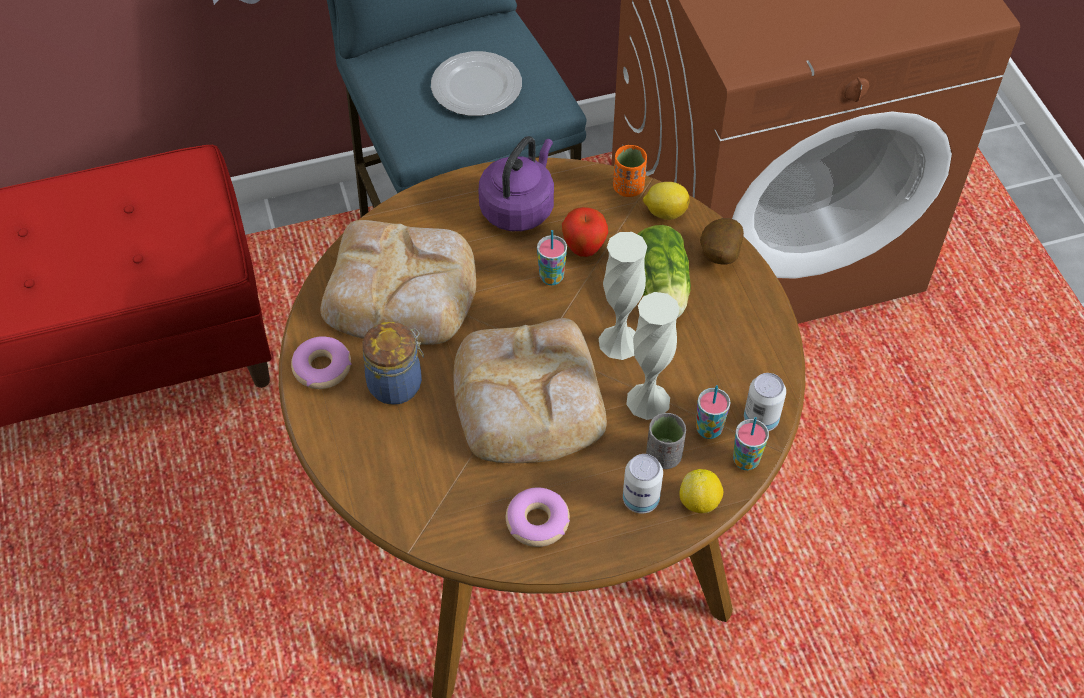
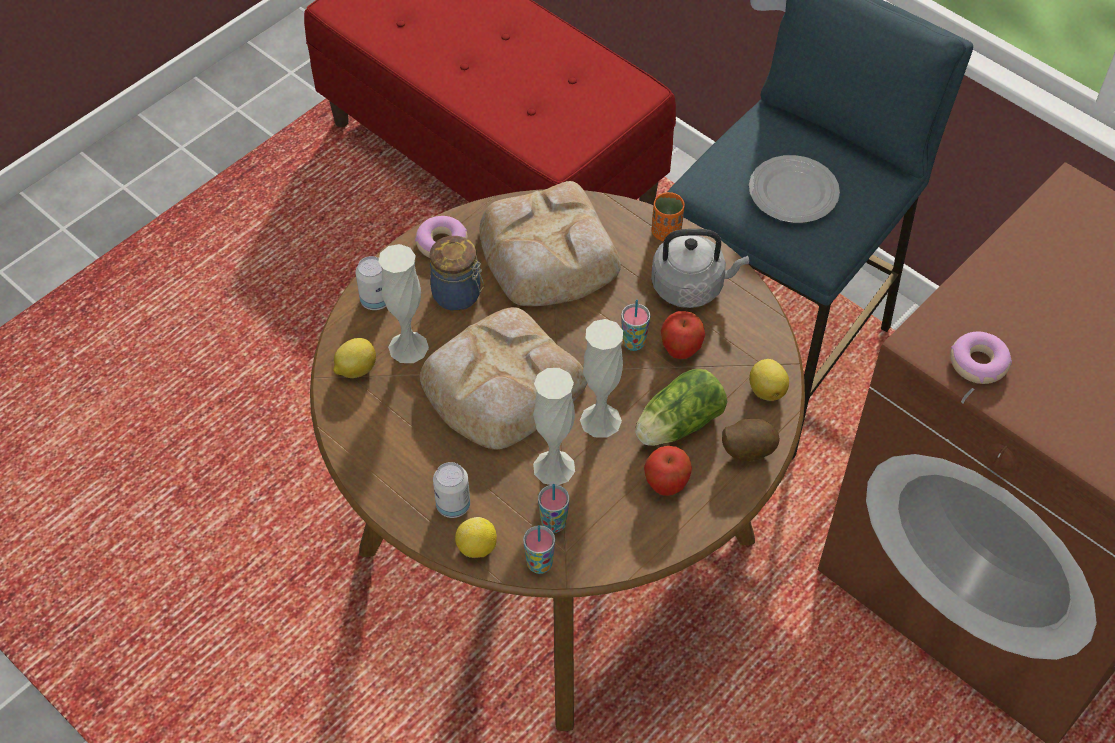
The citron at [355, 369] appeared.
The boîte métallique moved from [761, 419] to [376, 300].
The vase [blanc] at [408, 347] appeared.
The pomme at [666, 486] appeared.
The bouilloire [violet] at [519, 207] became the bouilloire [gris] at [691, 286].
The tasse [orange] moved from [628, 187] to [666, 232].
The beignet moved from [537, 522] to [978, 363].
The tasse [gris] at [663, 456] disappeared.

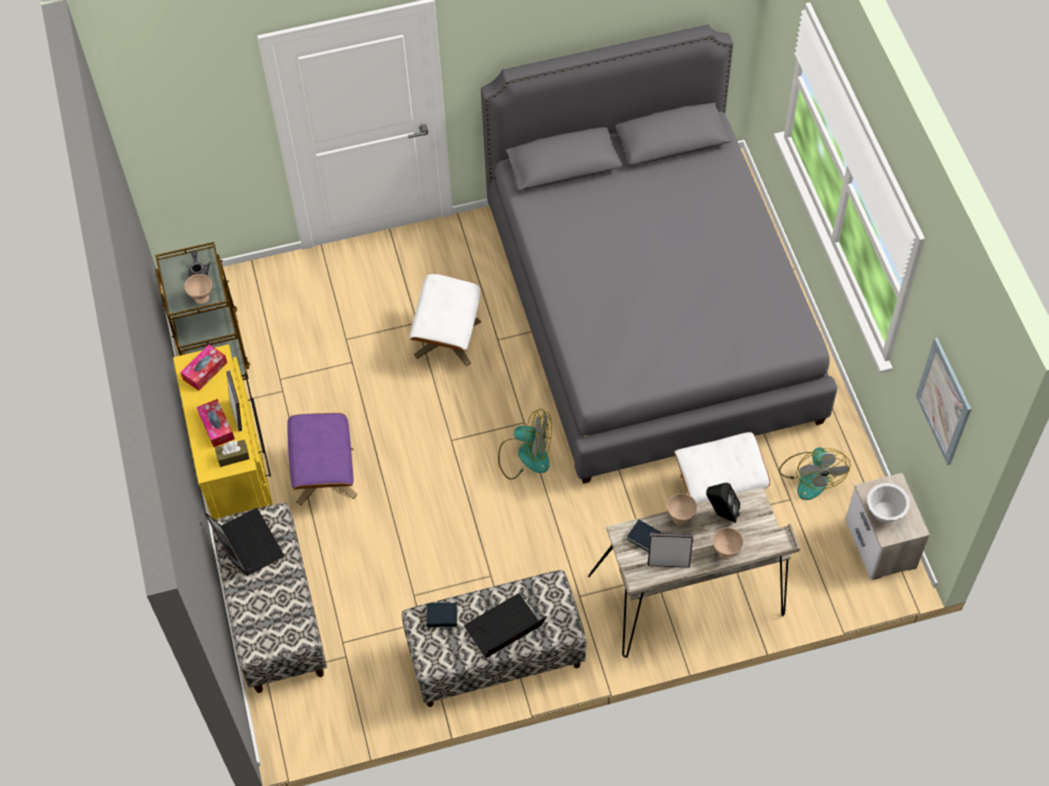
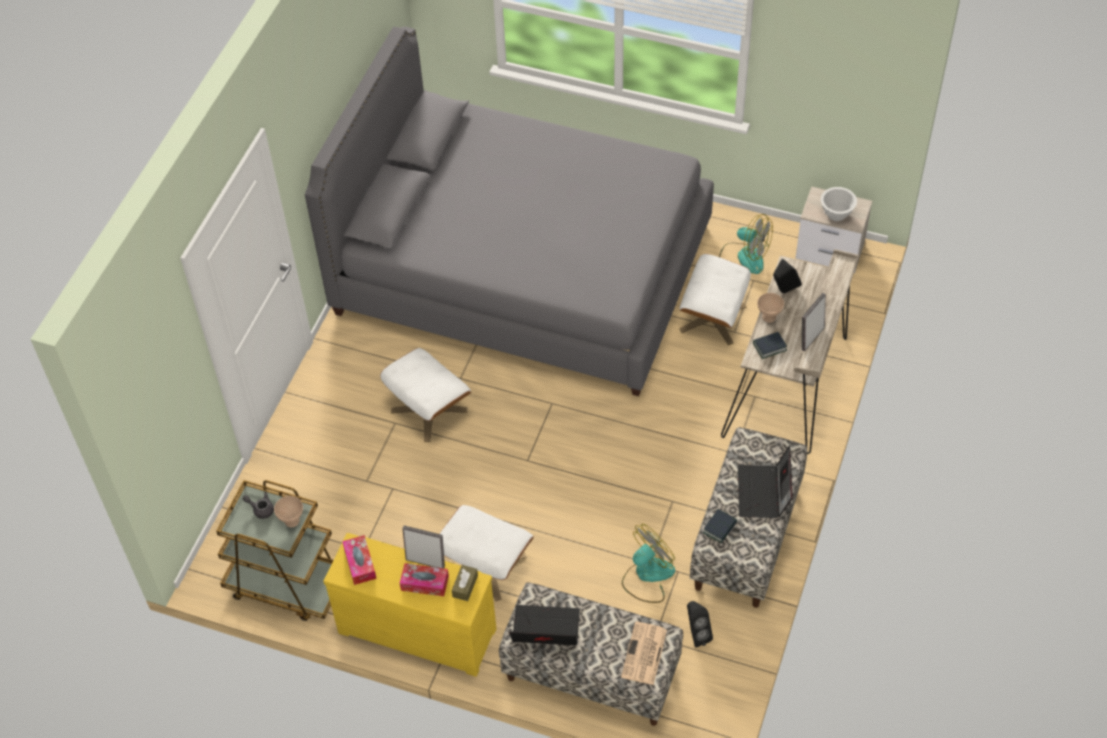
The pouf [violet] at [324, 475] became the pouf [blanc] at [486, 566].
The journal at [644, 654] appeared.
The ventilateur moved from [525, 455] to [647, 575].
The enceinte [noir] at [696, 634] appeared.
The bol [beige] at [725, 553] disappeared.
The tableau at [944, 401] disappeared.

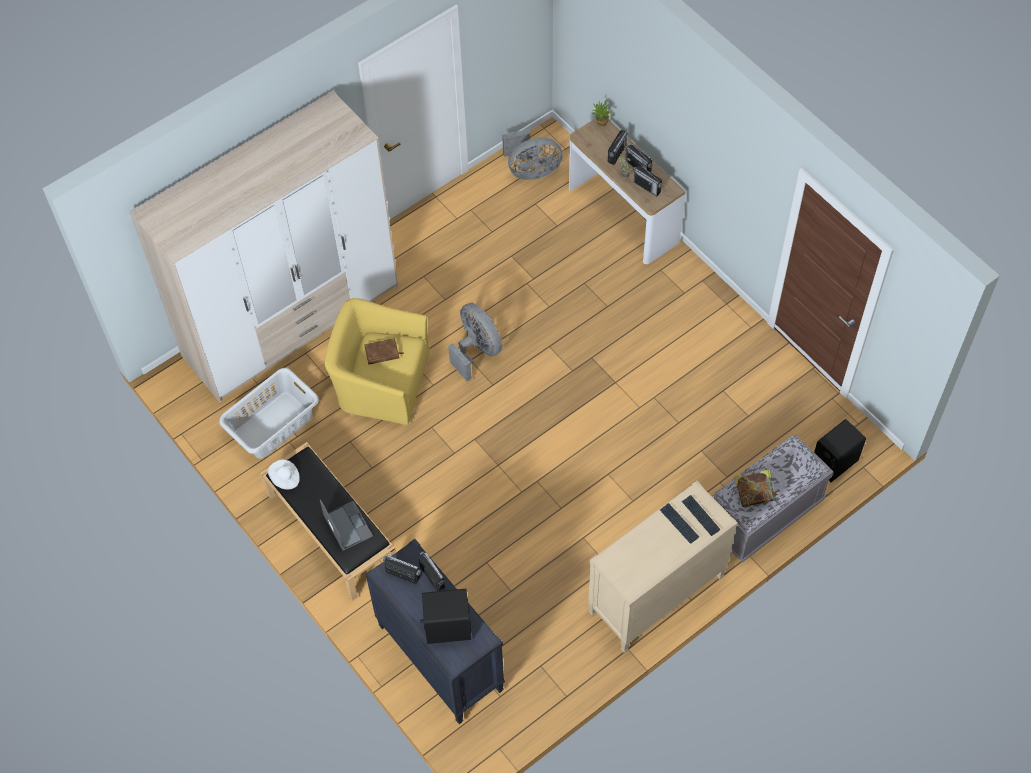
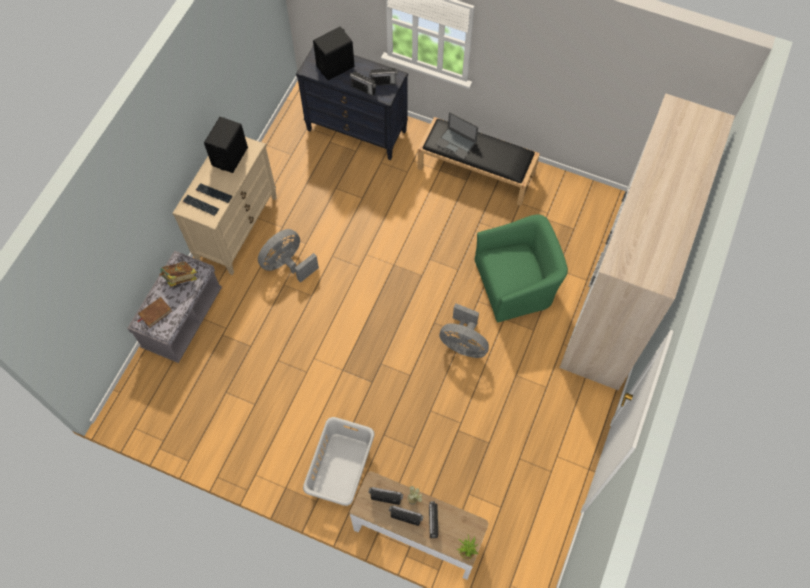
The livre [marron] moved from [382, 353] to [155, 313].
The enceinte [noir] moved from [834, 462] to [230, 156].
The ventilateur [gris] moved from [531, 170] to [287, 264].
The panier à linge [gris] moved from [274, 425] to [340, 468].
The fauteuil [jaune] at [381, 383] became the fauteuil [vert] at [515, 284].
The chapeau [blanc] at [285, 478] disappeared.

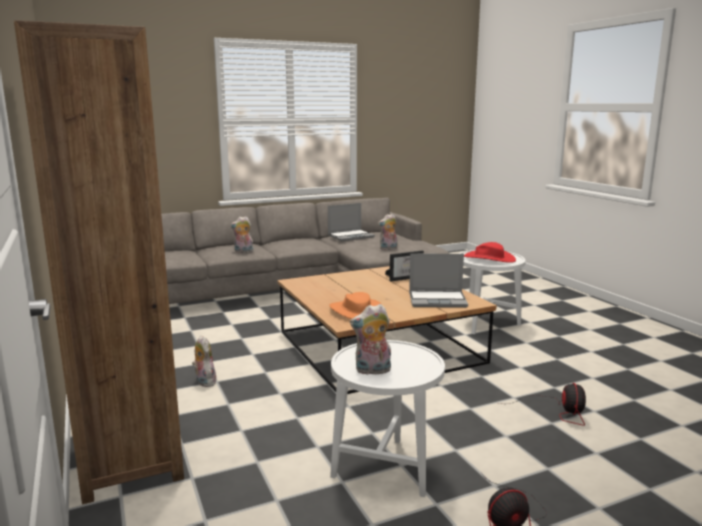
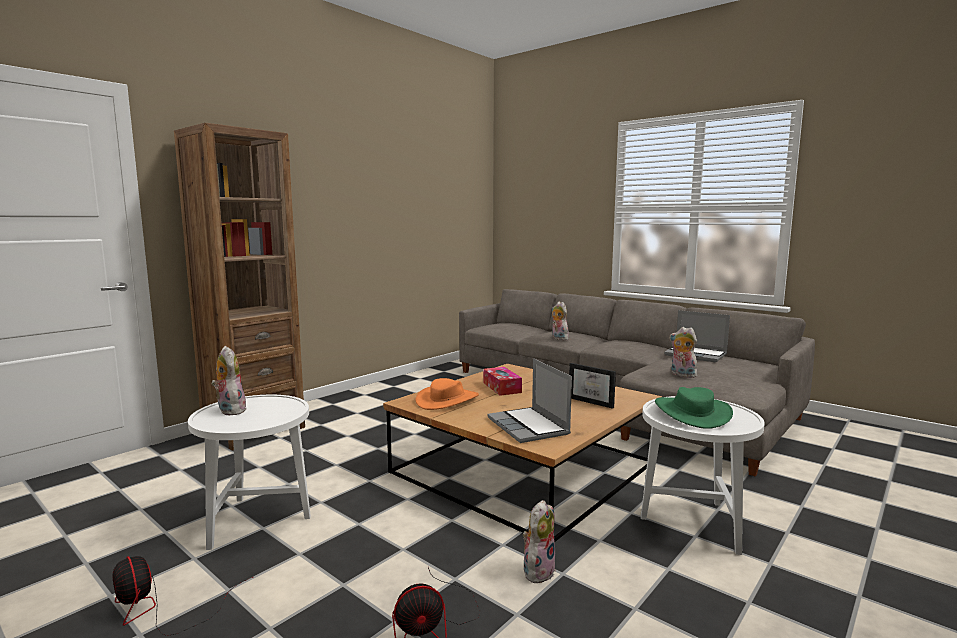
The boîte à mouchoirs at [502, 387] appeared.
The peluche moved from [204, 382] to [538, 570].
The chapeau [rouge] at [489, 258] became the chapeau [vert] at [692, 413].

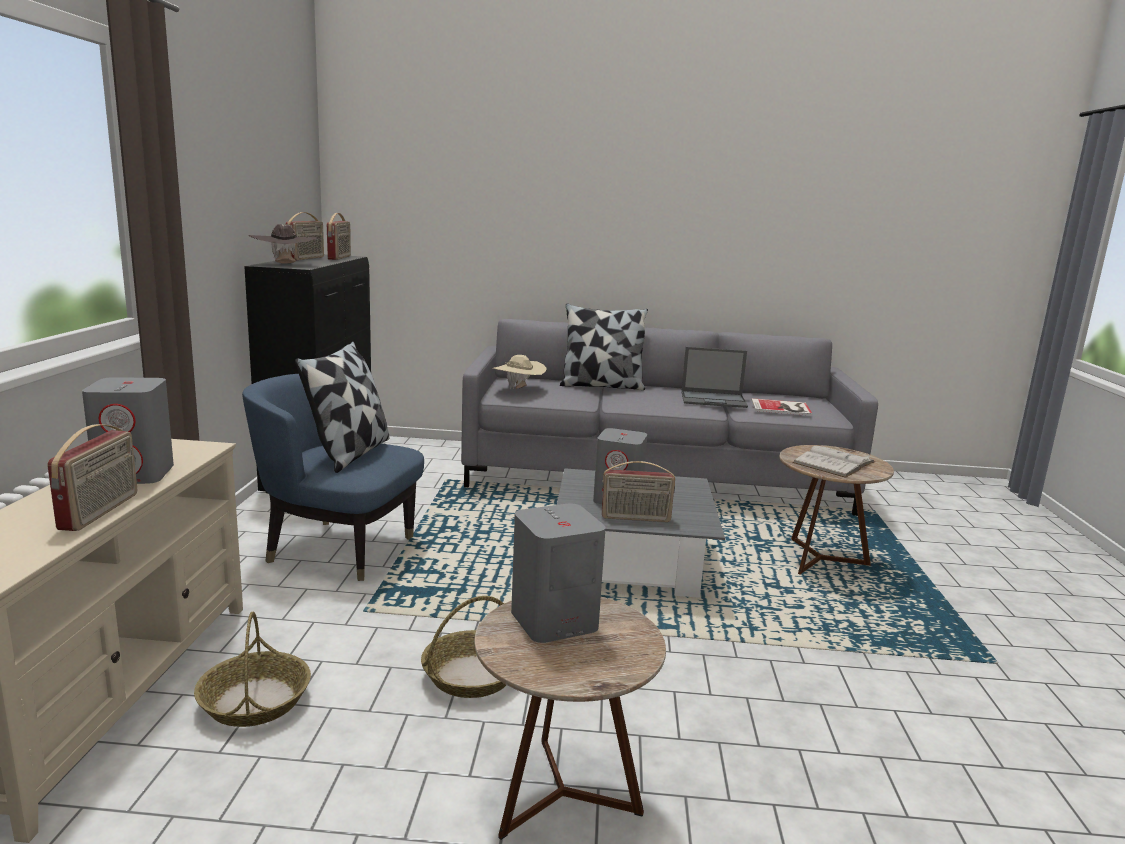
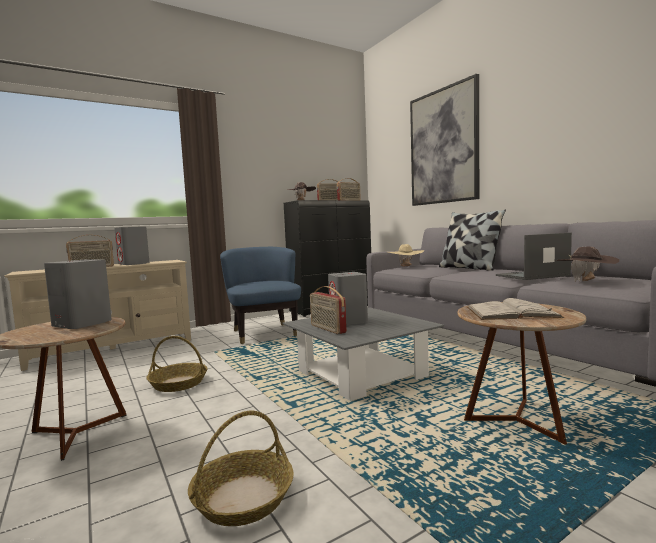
The panier moved from [254, 700] to [243, 497].
The tableau at [443, 146] appeared.
The ordinateur portable at [714, 400] turned 105 degrees clockwise.
The livre at [782, 408] was replaced by the chapeau [marron] at [586, 282].
The coussin at [350, 453] disappeared.

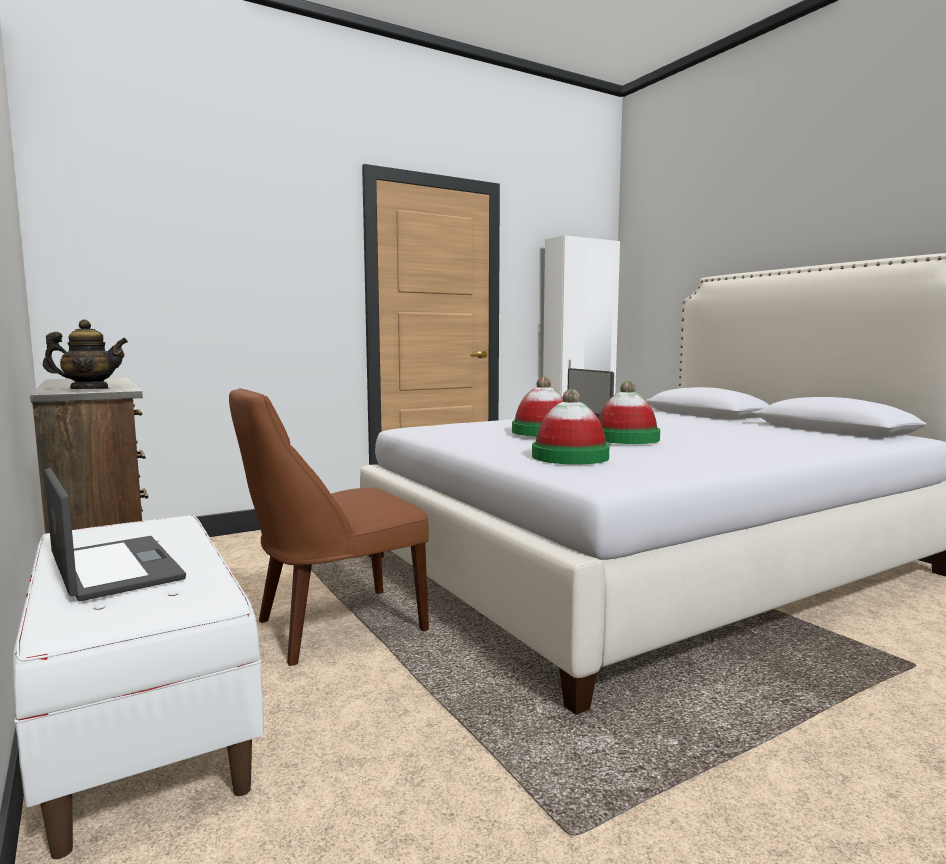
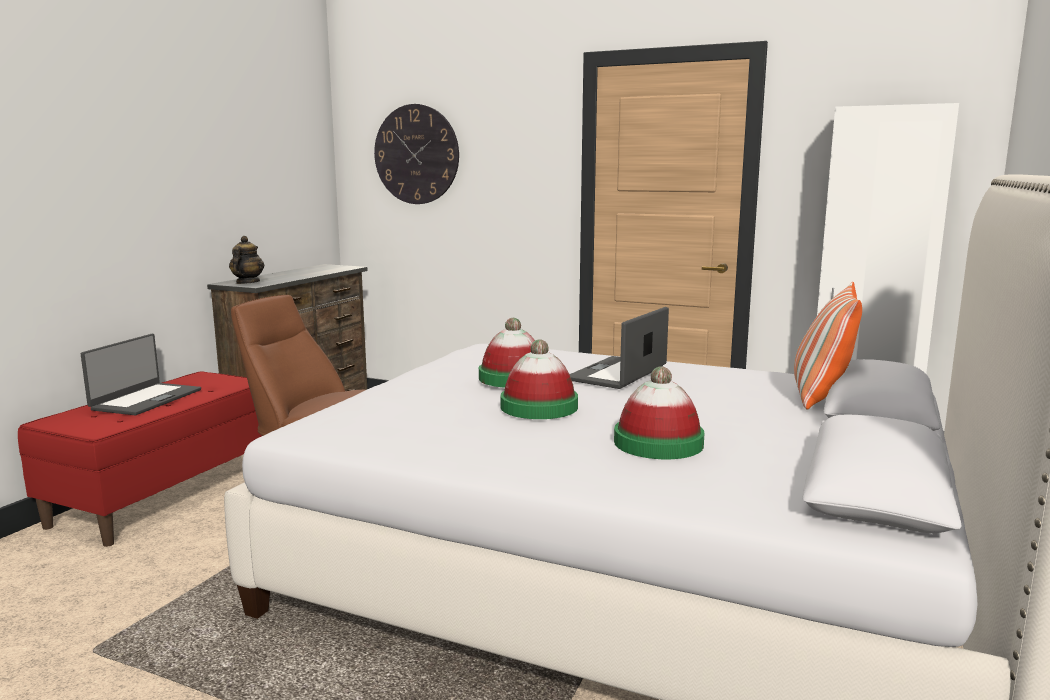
The banc [blanc] at [141, 720] became the banc [rouge] at [165, 495].
The théière at [89, 389] turned 120 degrees counterclockwise.
The horloge murale at [416, 154] appeared.
The chapeau moved from [570, 457] to [658, 443].
The coussin at [820, 396] appeared.

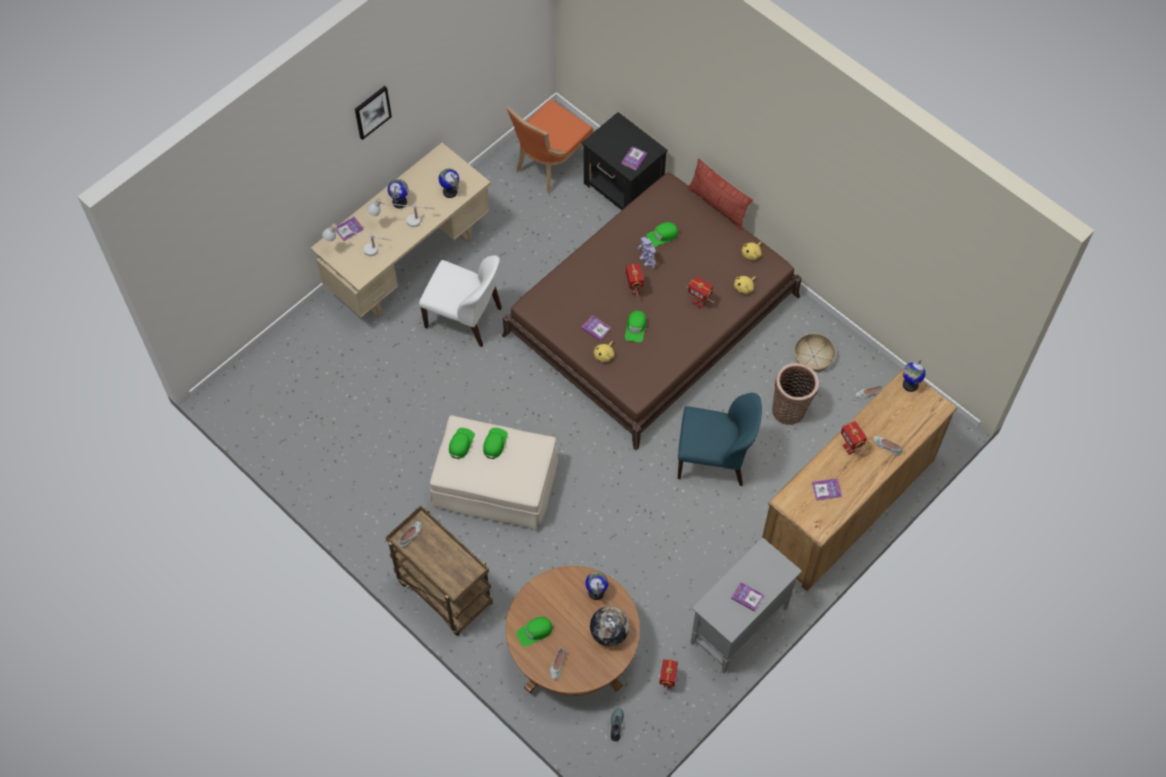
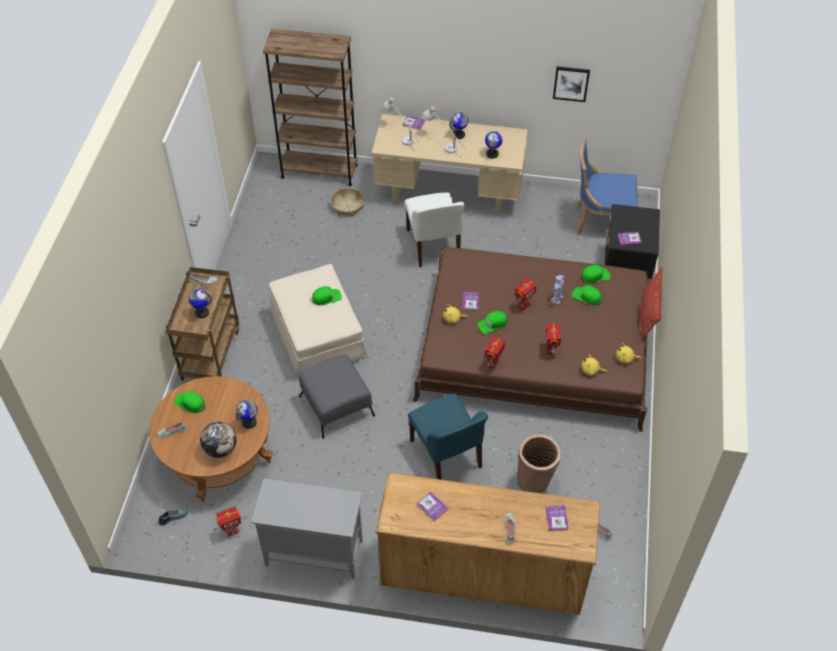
The globe moved from [910, 385] to [202, 312].
The bibliothèque [marron] at [319, 171] appeared.
The pouf [gris] at [336, 405] appeared.
The panier moved from [813, 356] to [347, 206].
The robot jouet moved from [849, 448] to [493, 363].
The livre moved from [747, 597] to [557, 518].
The tableau moved from [372, 112] to [571, 83].
The chaise [orange] at [550, 164] became the chaise [bleu] at [601, 221].
The casquette [vert] moved from [461, 443] to [595, 276].

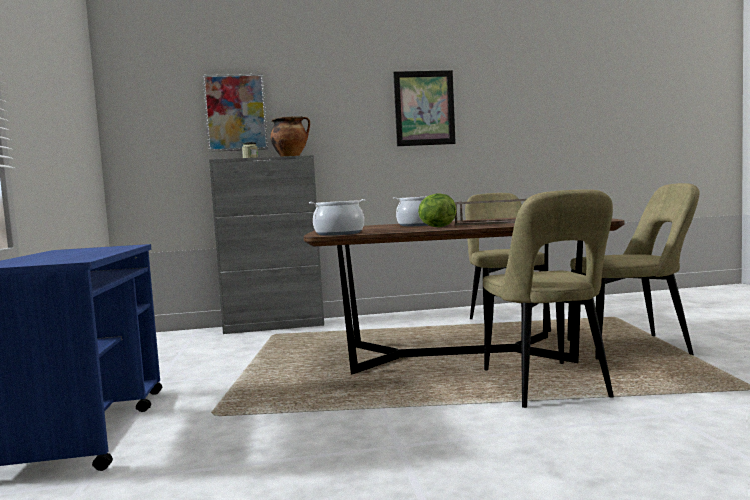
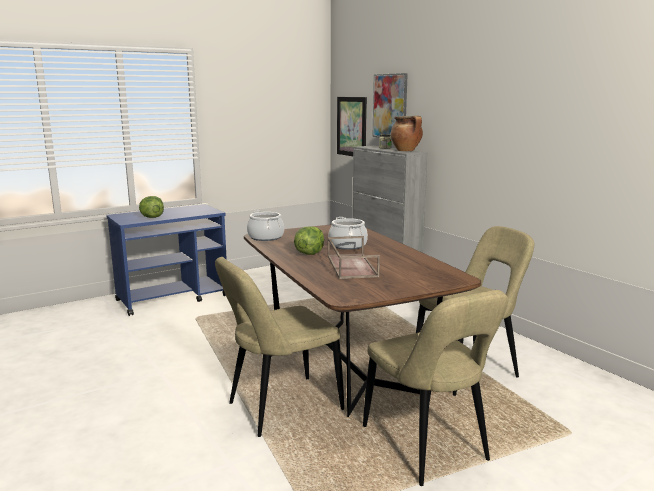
The laitue at [151, 217] appeared.
The tableau moved from [424, 108] to [351, 126].

